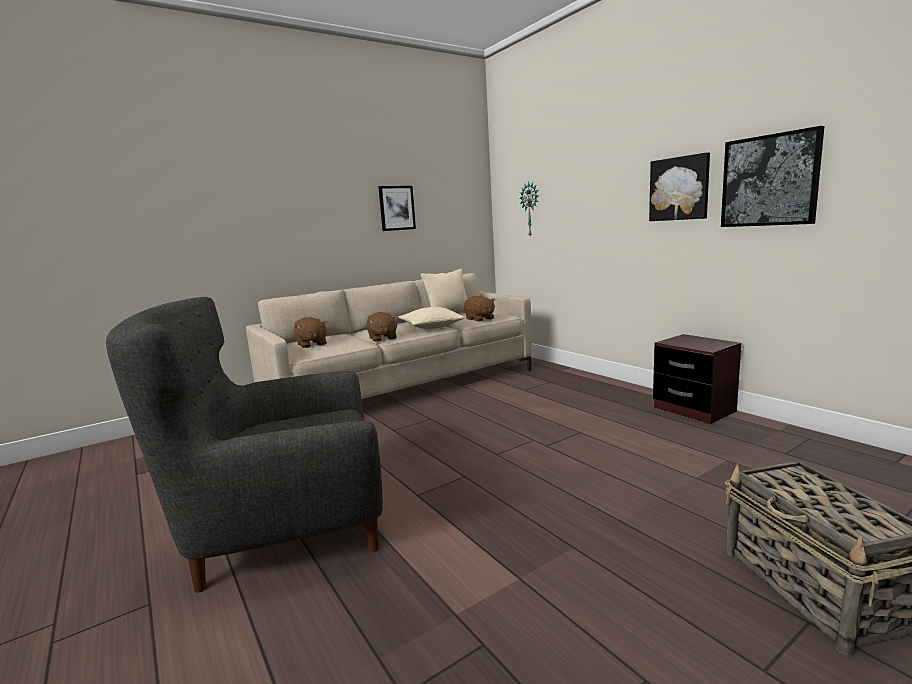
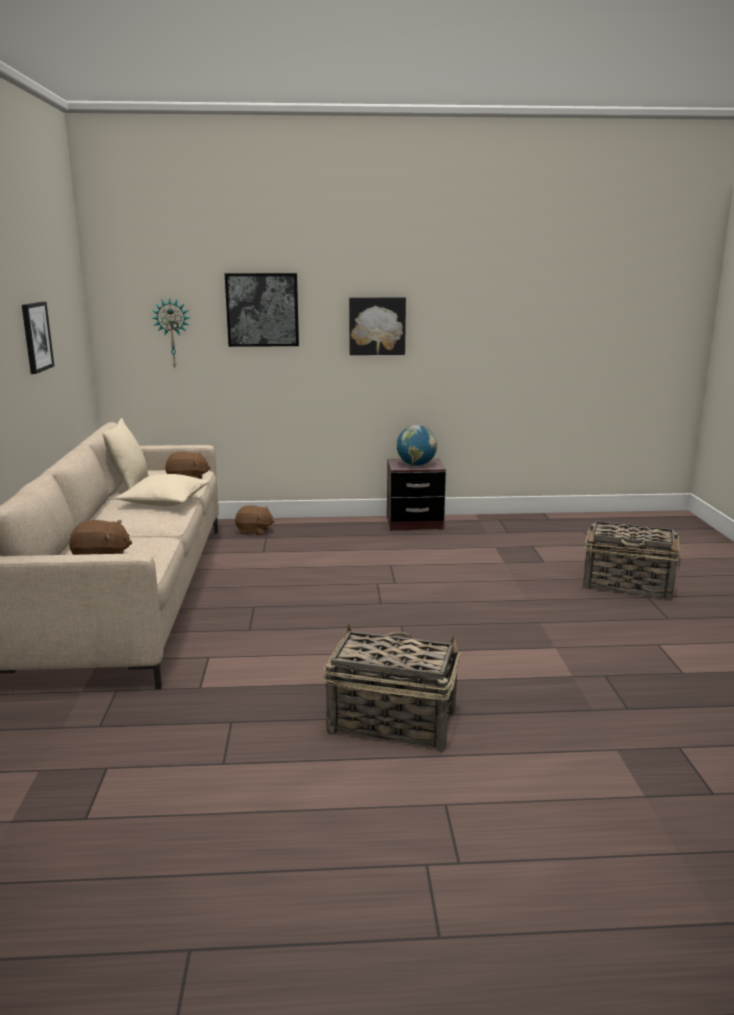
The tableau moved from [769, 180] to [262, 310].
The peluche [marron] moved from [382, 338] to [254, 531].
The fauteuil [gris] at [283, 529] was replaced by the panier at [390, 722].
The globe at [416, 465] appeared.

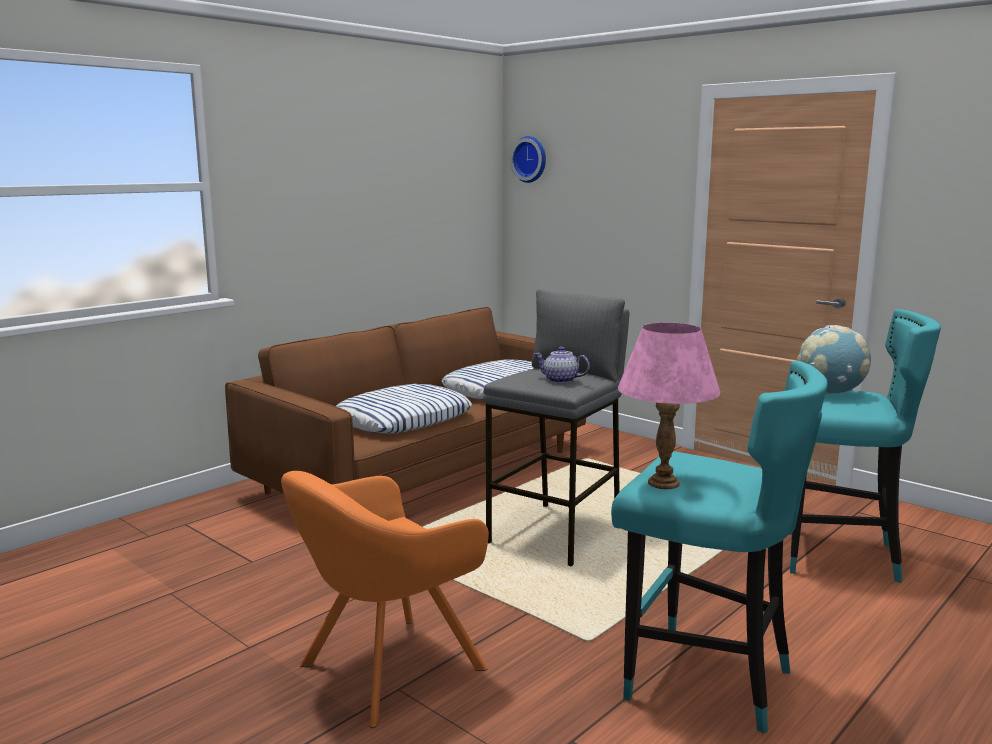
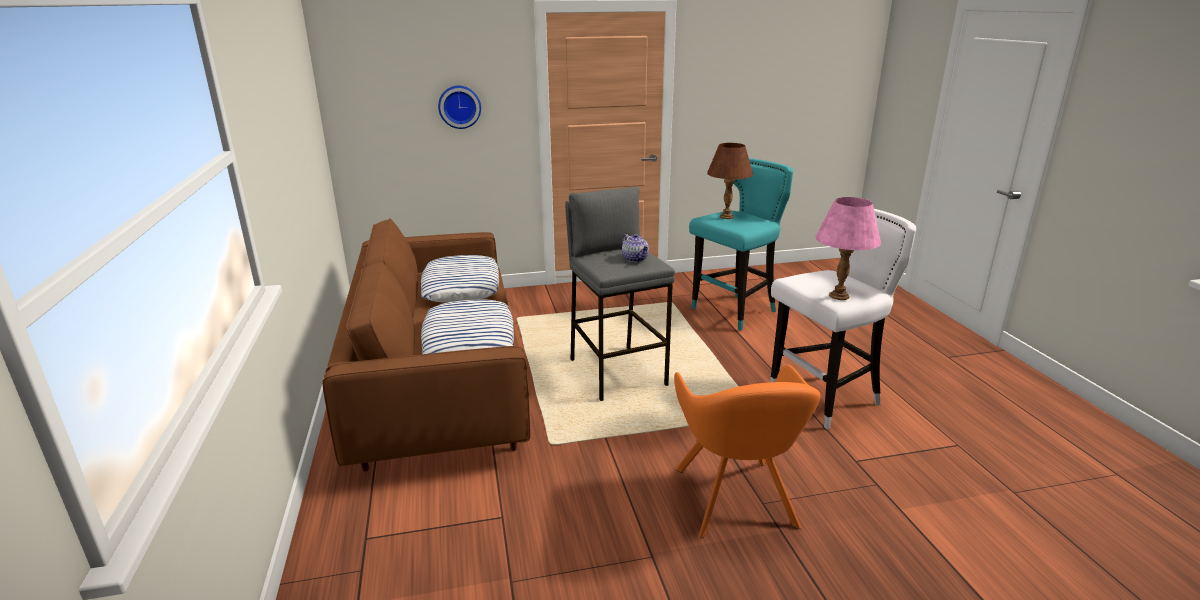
The horloge murale moved from [530, 159] to [459, 106].
The théière at [560, 380] turned 90 degrees counterclockwise.
The globe at [831, 392] was replaced by the lampe de table [marron] at [726, 217].
The tabouret [turquoise] at [705, 680] became the tabouret [blanc] at [824, 399].

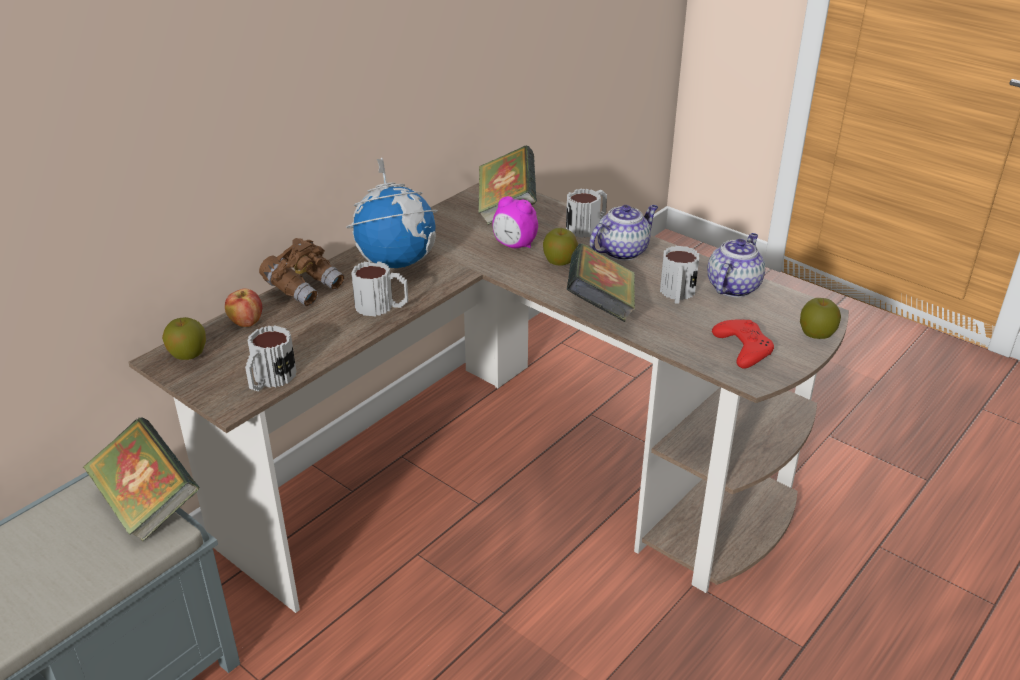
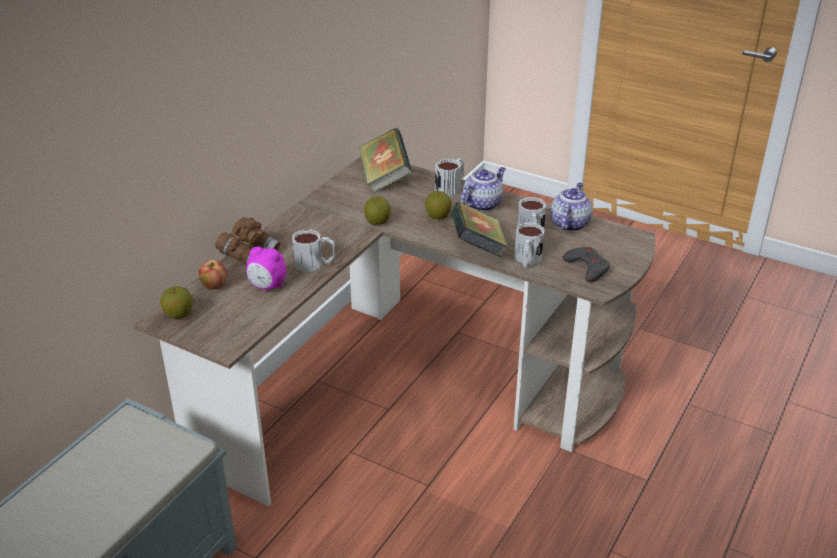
The réveil moved from [514, 245] to [267, 287].
The pomme moved from [816, 334] to [377, 222].
The mug moved from [269, 380] to [527, 260].
The manette [rouge] at [743, 348] became the manette [gris] at [587, 267].
The livre at [147, 504] disappeared.
The globe at [397, 261] disappeared.

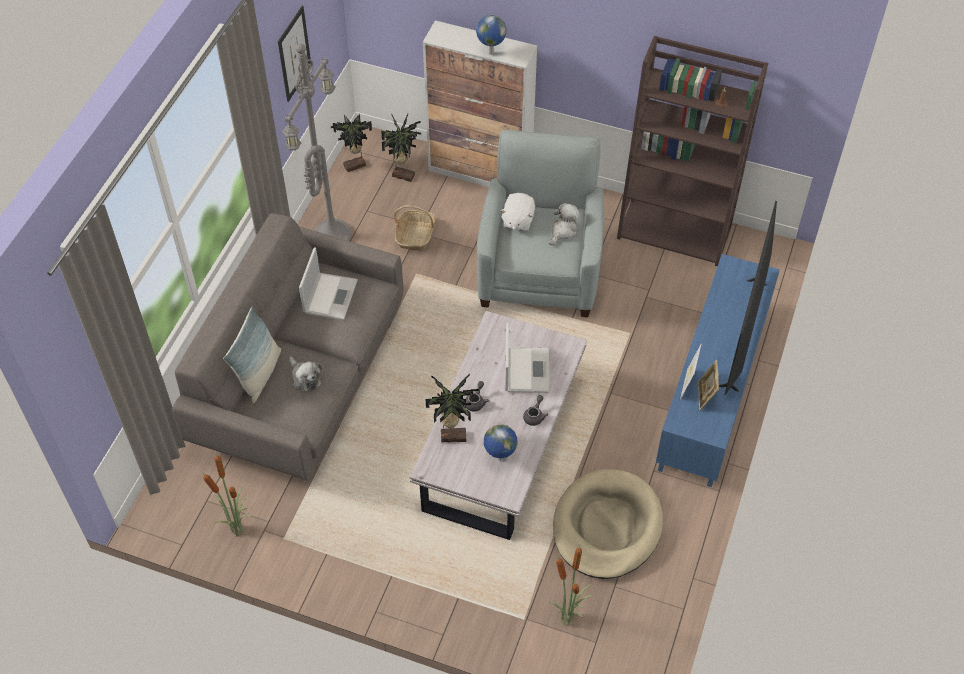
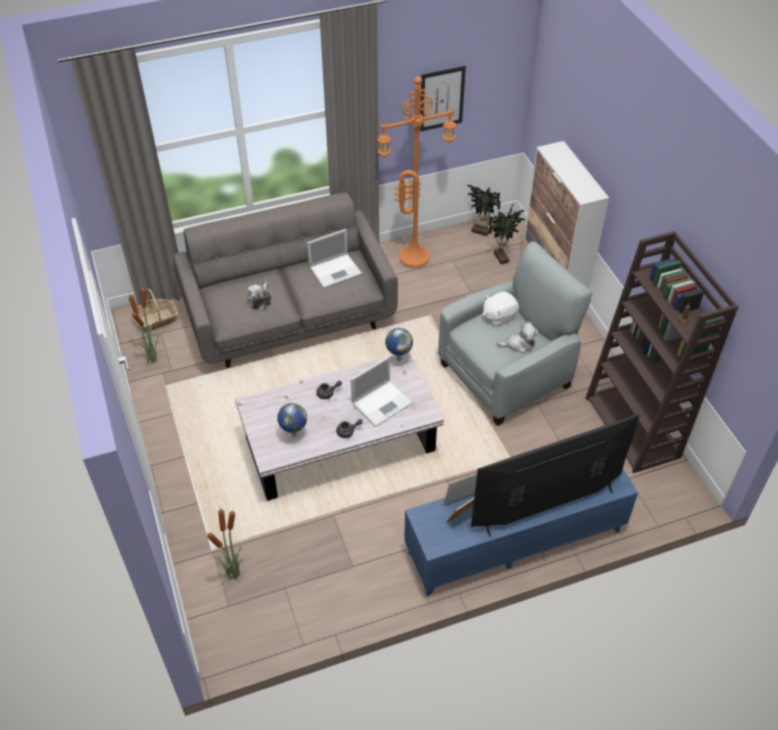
The panier moved from [415, 235] to [156, 320].
The lampadaire [gris] at [331, 233] became the lampadaire [orange] at [414, 256].
The globe moved from [490, 53] to [398, 359].
The coussin at [259, 374] disappeared.
The plante en pot at [452, 435] disappeared.
The panier pour chien [beige] at [606, 526] disappeared.

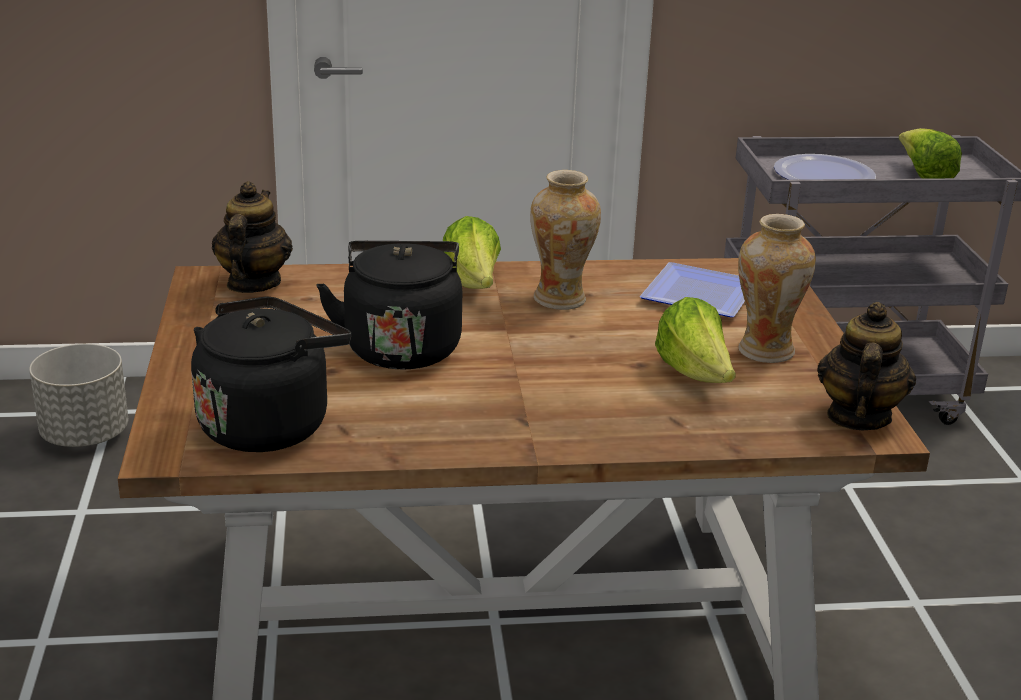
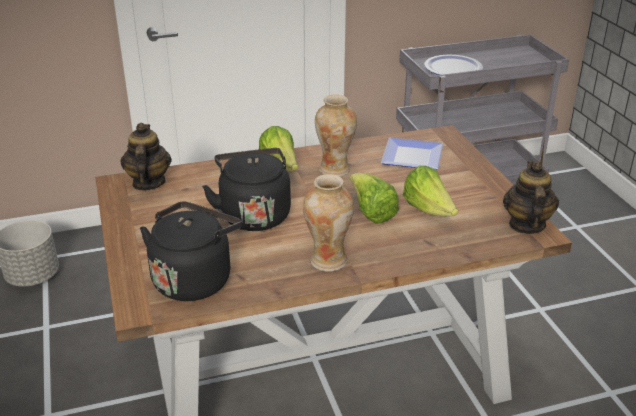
The vase moved from [765, 351] to [328, 261].
The laitue moved from [923, 176] to [371, 212].

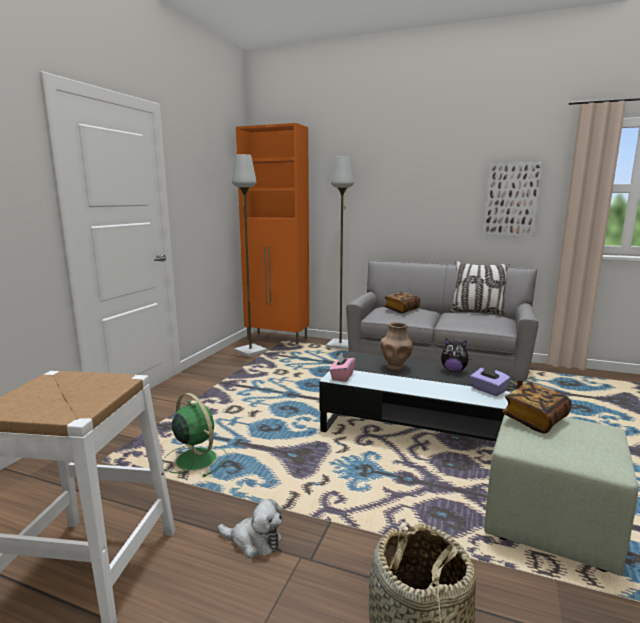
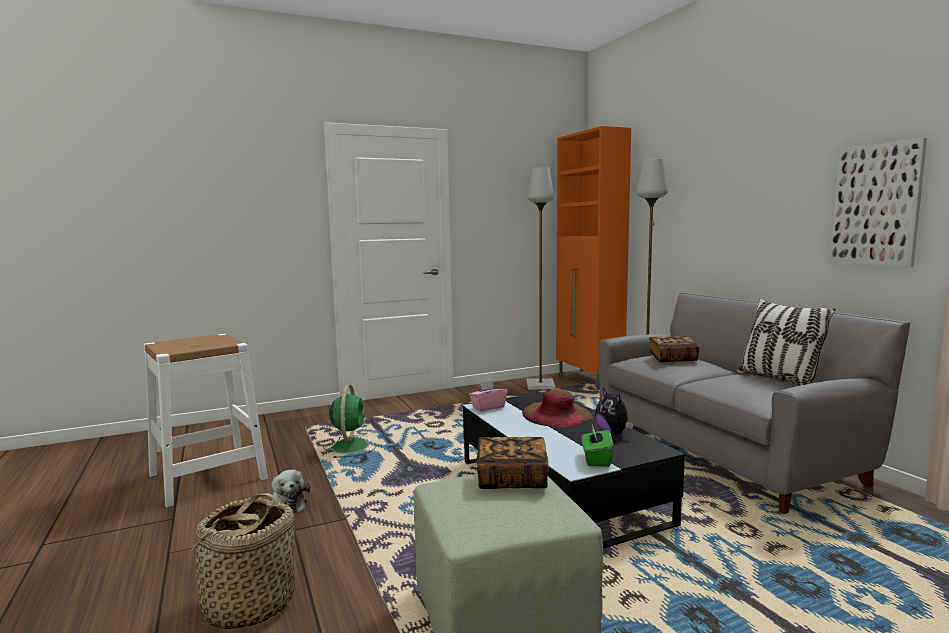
The vase [marron] at [395, 367] was replaced by the chapeau [marron] at [557, 414].
The boîte à mouchoirs [violet] at [488, 390] became the boîte à mouchoirs [vert] at [596, 459].

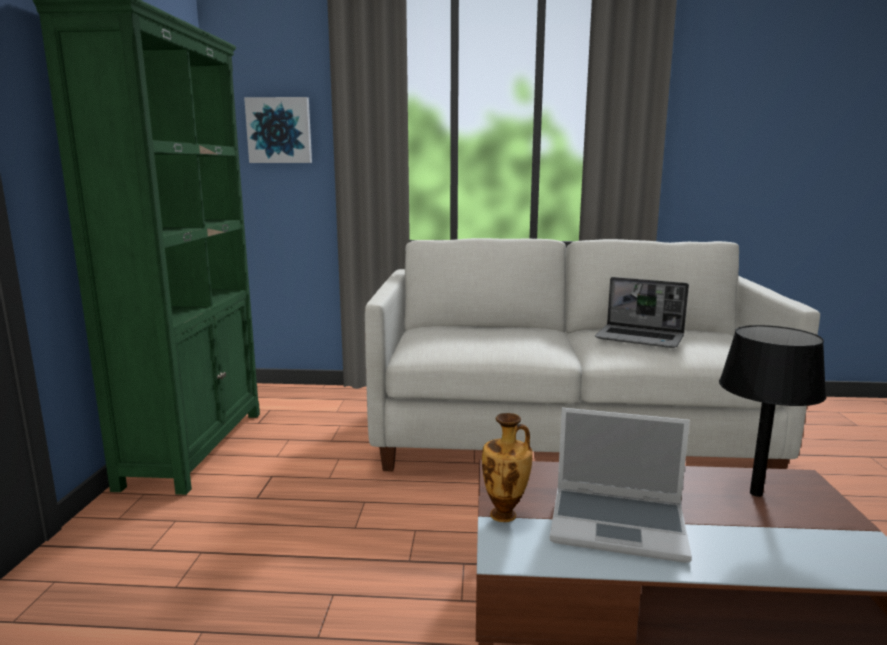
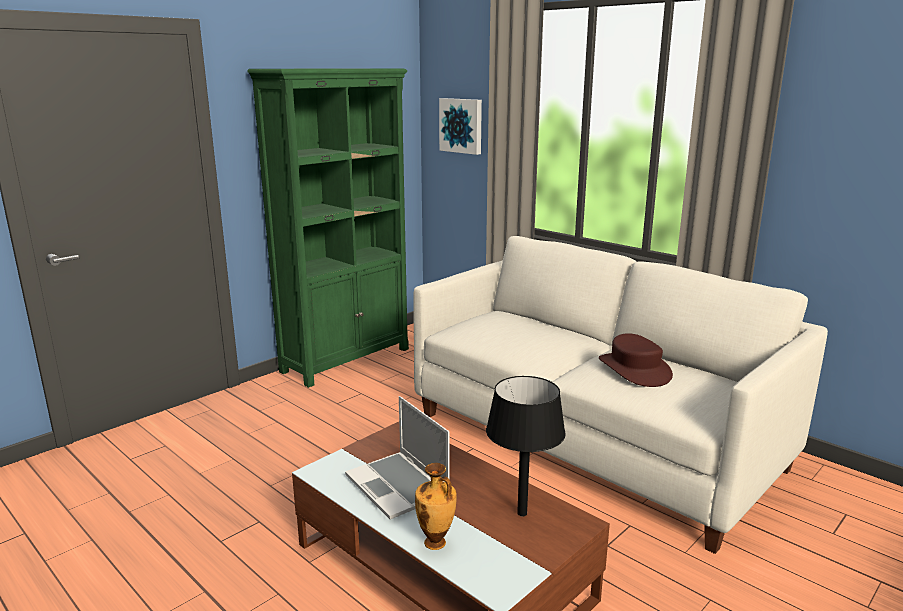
The vase moved from [505, 515] to [436, 544].
The ordinateur portable at [640, 338] was replaced by the chapeau [marron] at [634, 369].

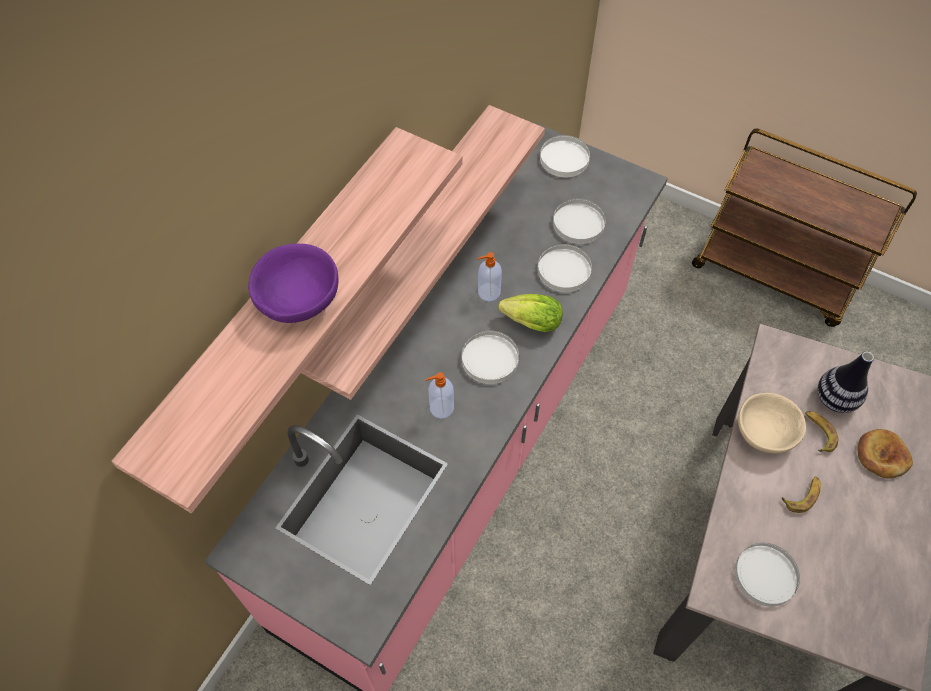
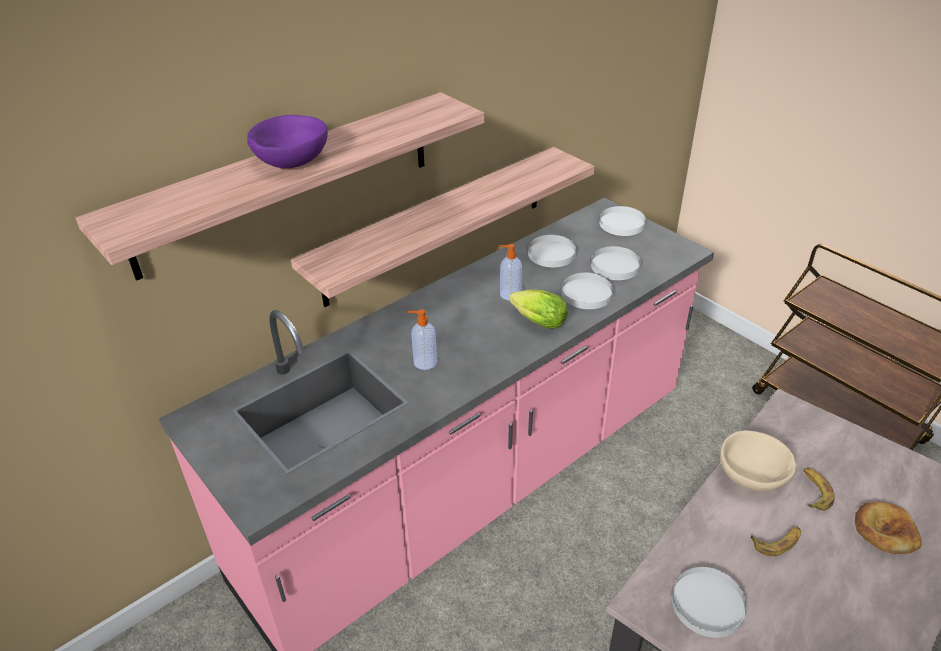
The assiette [blanc] moved from [489, 359] to [551, 254].
The vase at [835, 399] disappeared.

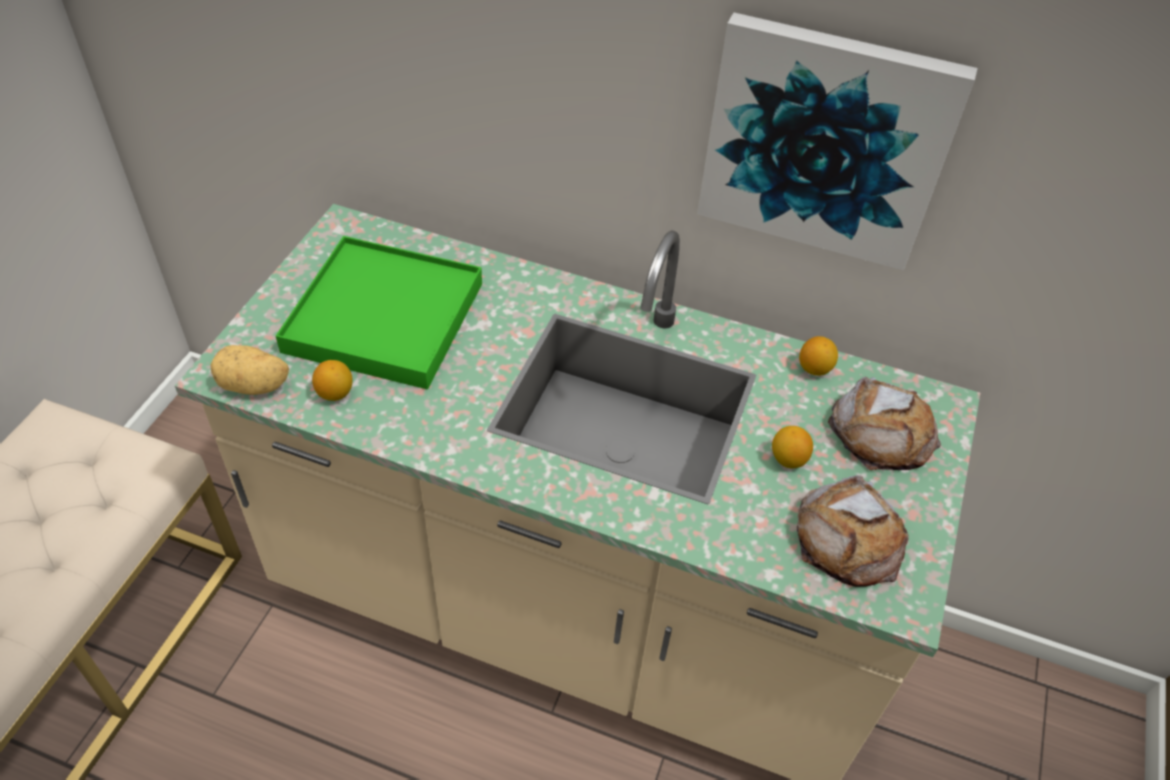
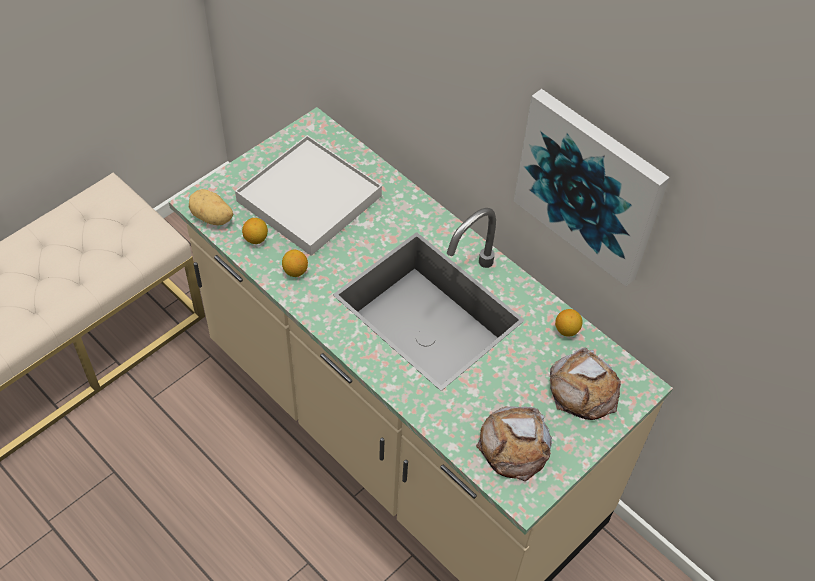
The plateau [vert] at [385, 317] became the plateau [blanc] at [309, 198].
The citron moved from [788, 459] to [295, 271].

